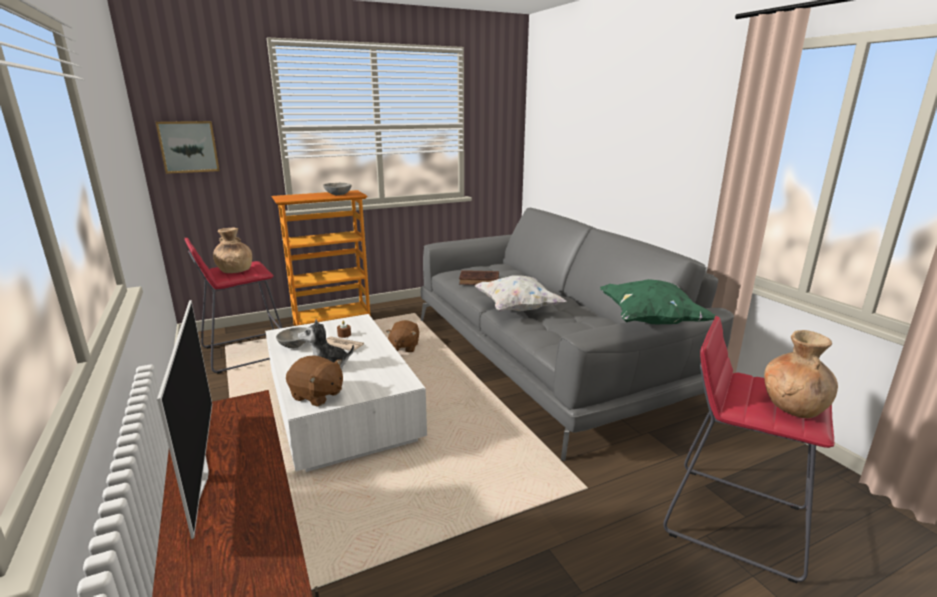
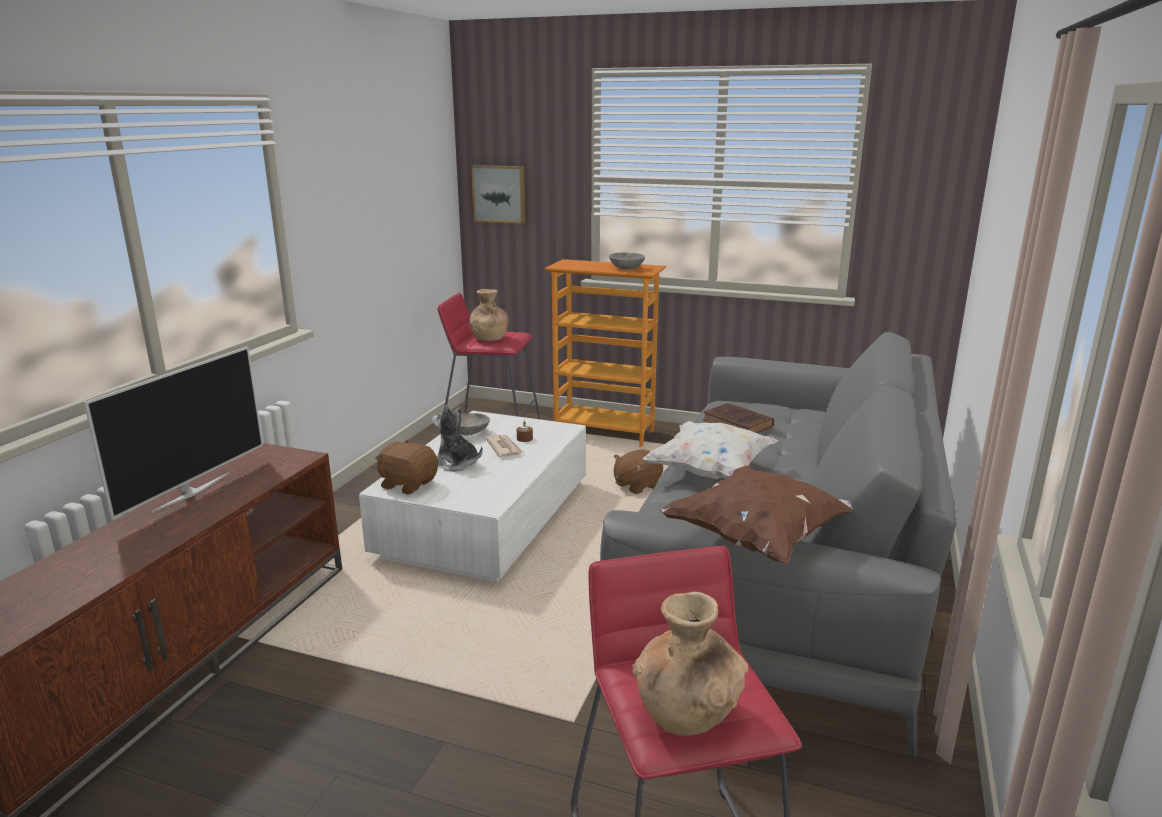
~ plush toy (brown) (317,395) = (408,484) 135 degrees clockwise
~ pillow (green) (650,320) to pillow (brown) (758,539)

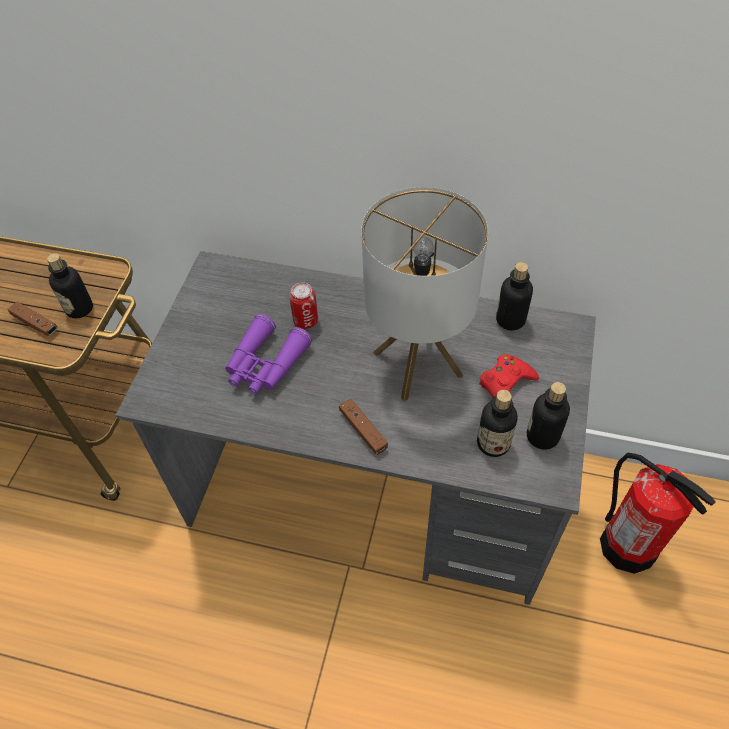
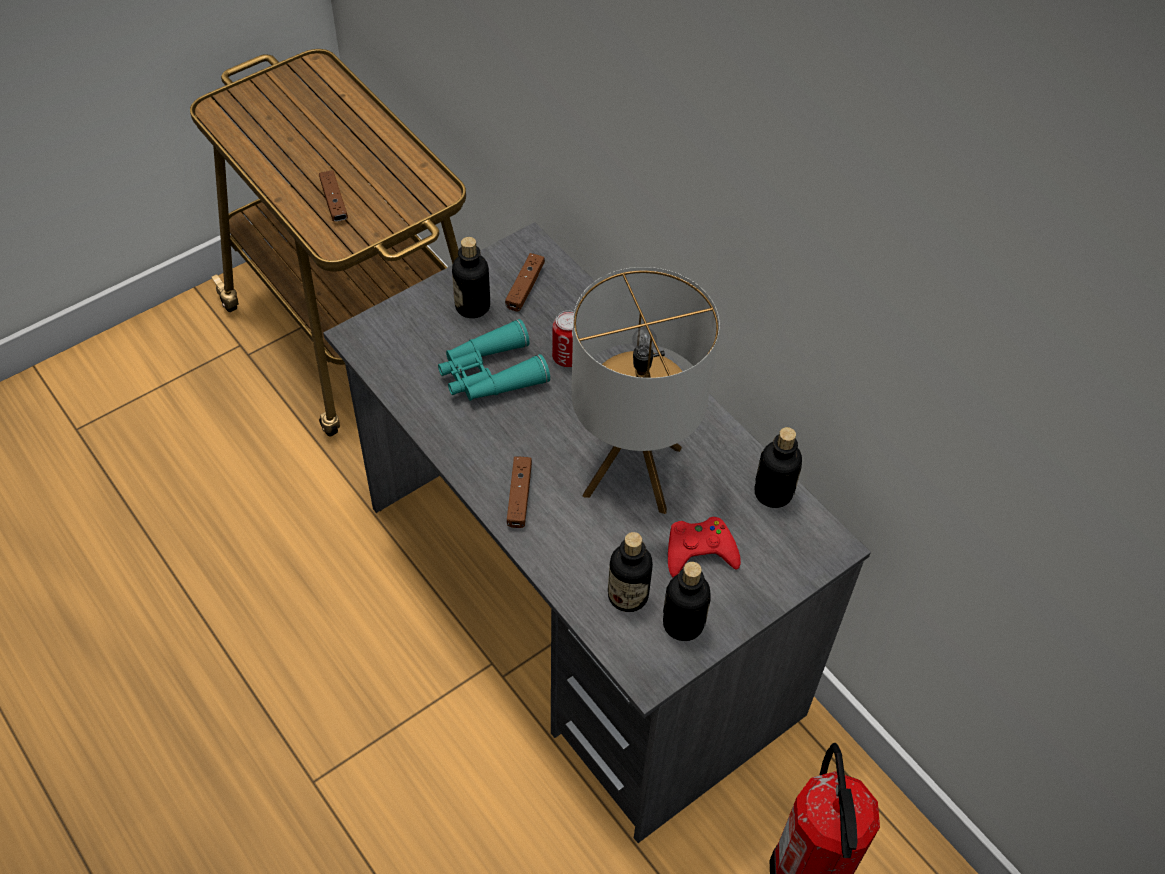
~ binoculars (purple) (265,364) to binoculars (turquoise) (490,374)
~ bottle (79,308) to (472,306)
+ game controller (brown) (525,287)

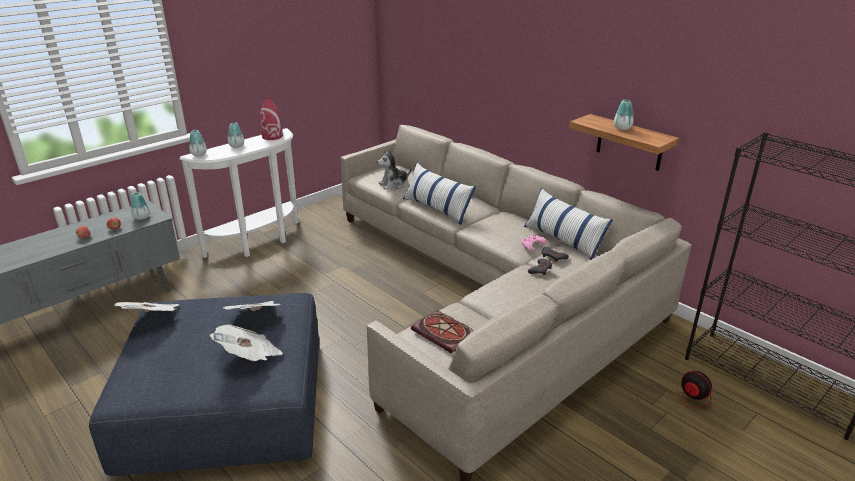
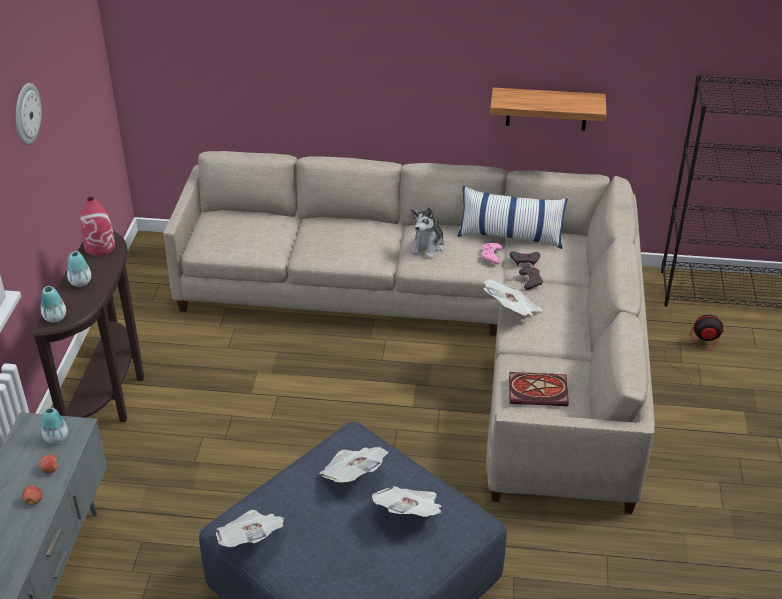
+ wall clock (26,113)
~ console table (white) (259,243) to console table (brown) (112,396)
~ plush toy (394,184) to (428,247)
+ newspaper (512,310)
- pillow (437,208)
- vase (622,128)

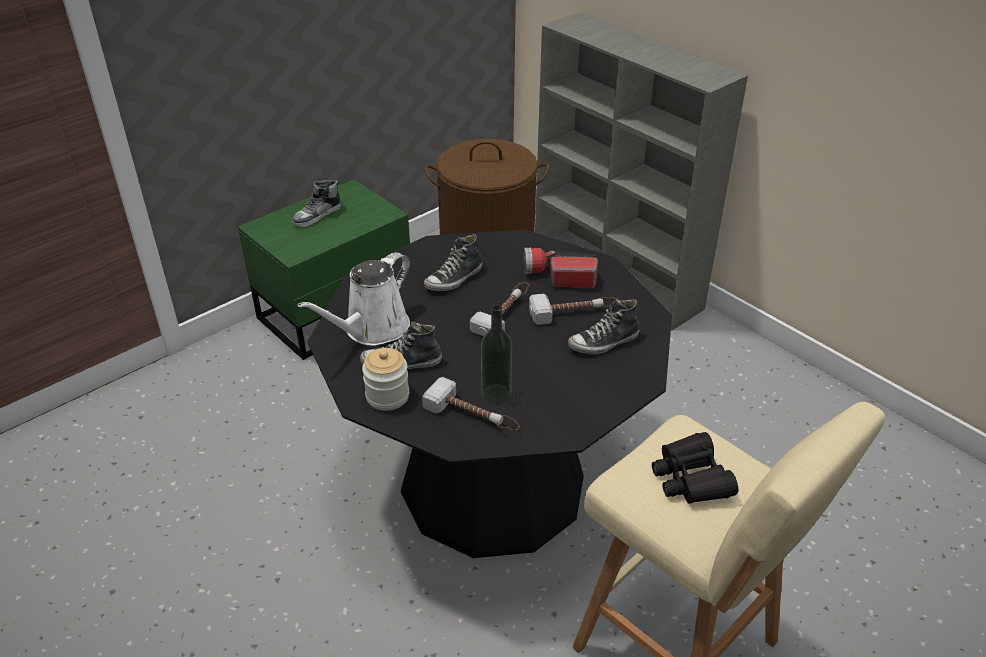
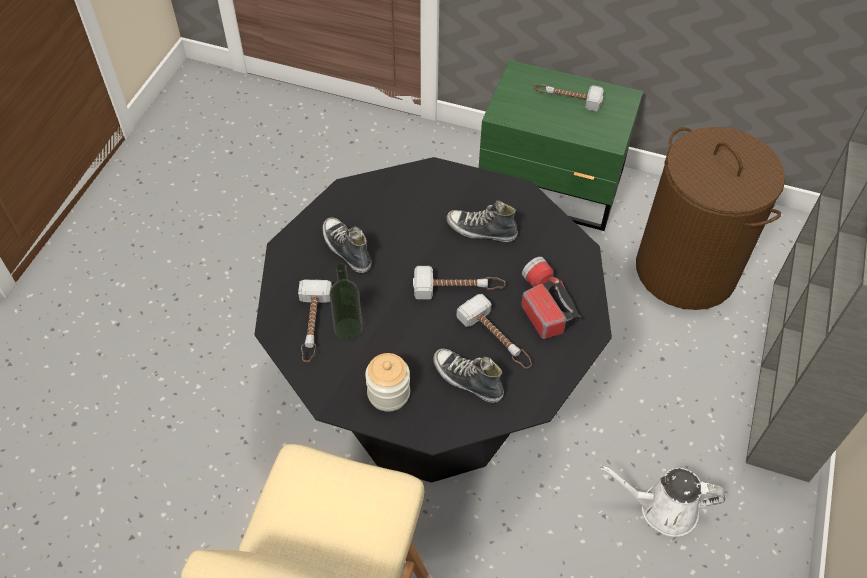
~ jar (387,396) to (388,393)
~ shoe (317,215) to hammer (566,98)
~ watering can (white) (372,329) to (662,509)
- binoculars (black) (691,478)

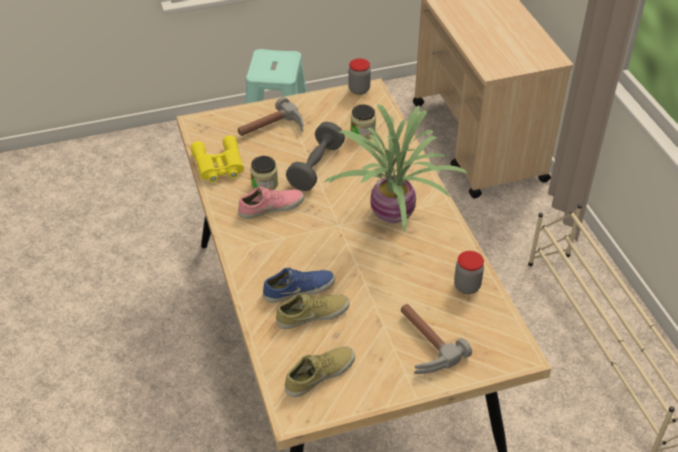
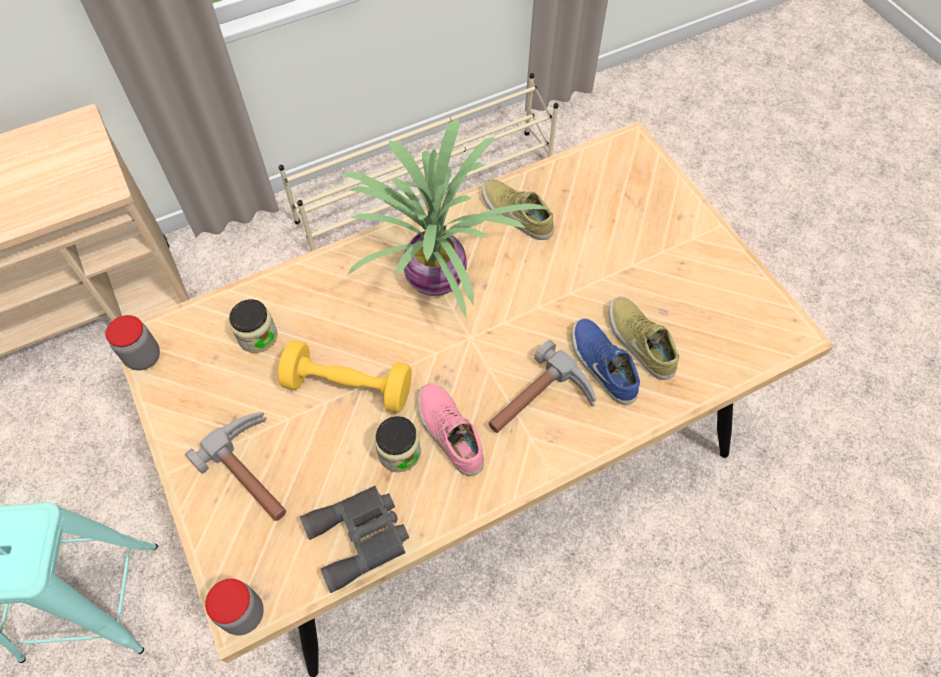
~ jar (467,286) to (243,614)
~ dumbbell (grey) (316,167) to dumbbell (yellow) (348,387)
~ binoculars (yellow) (218,165) to binoculars (grey) (361,537)
~ shoe (beige) (319,373) to (515,214)
~ hammer (421,344) to (540,406)

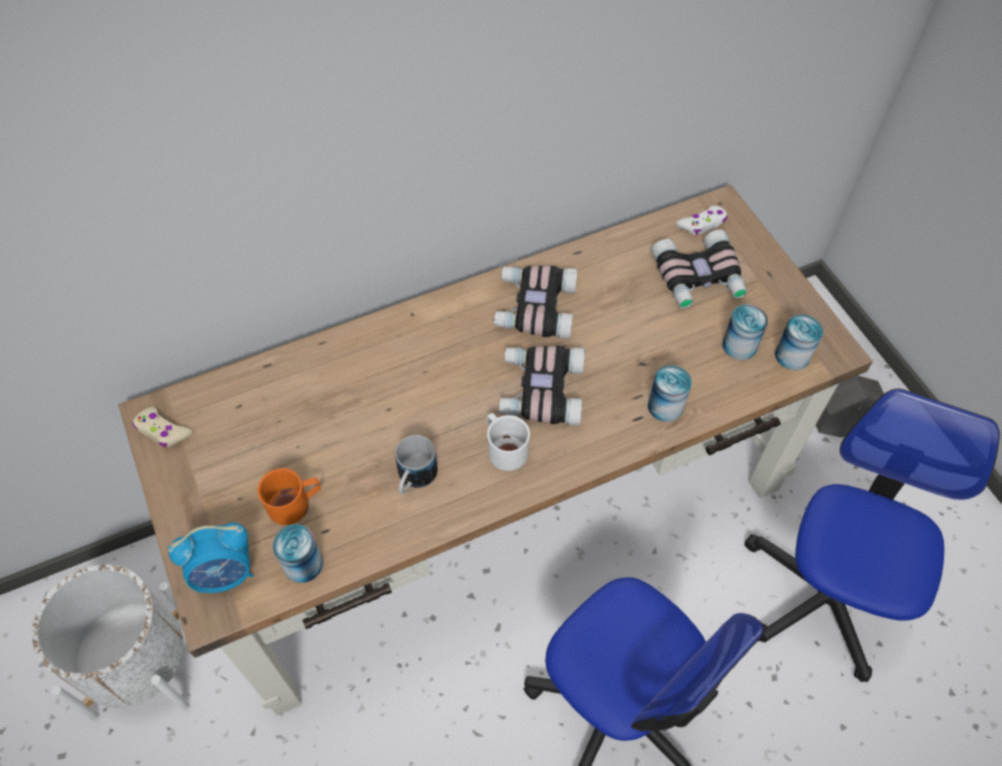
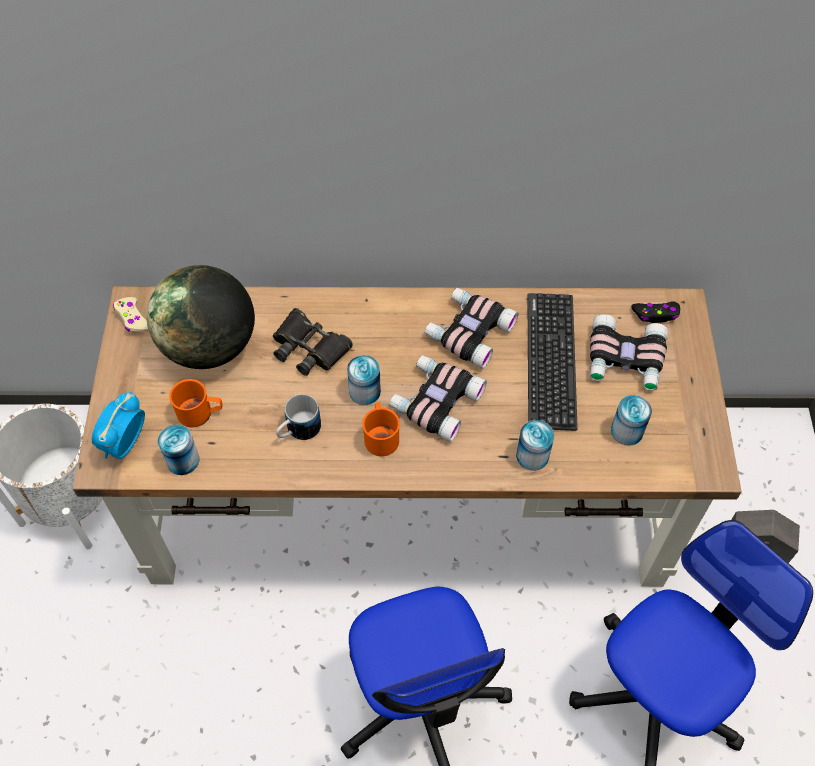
~ alarm clock (225,573) = (124,443) 105 degrees clockwise
+ globe (209,347)
+ binoculars (black) (309,347)
~ can (792,355) to (364,391)
~ mug (white) (504,448) to mug (orange) (381,435)
+ keyboard (551,360)
~ game controller (white) (702,224) to game controller (black) (656,315)

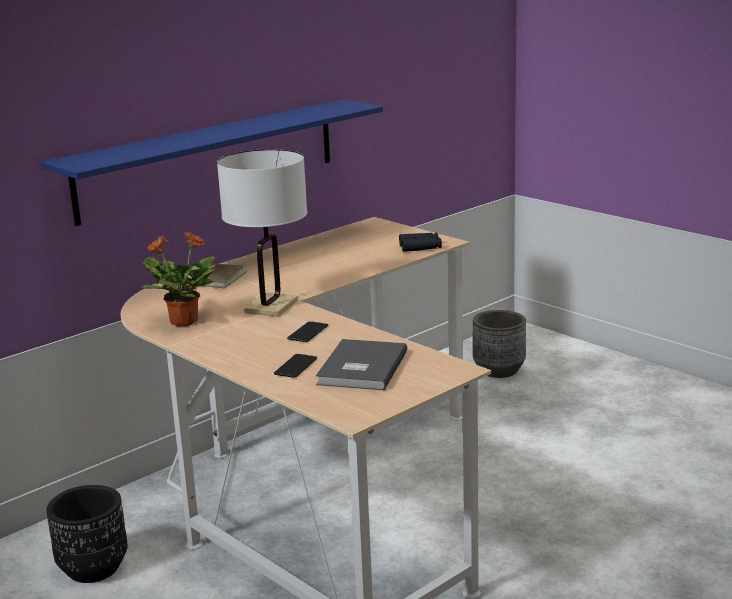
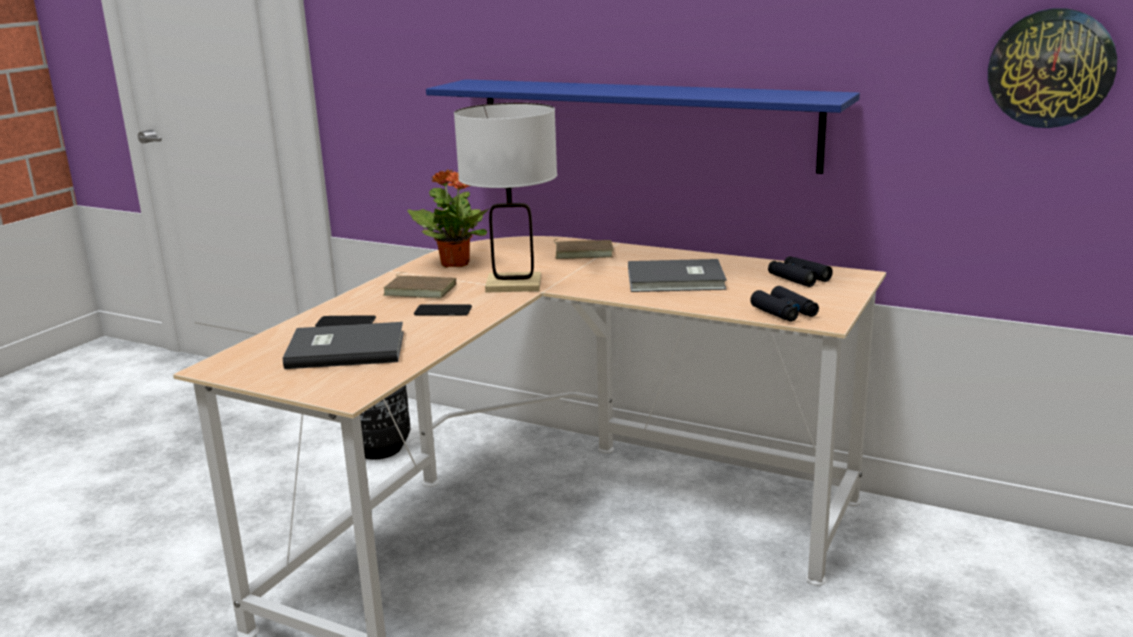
+ book (brown) (421,290)
+ book (grey) (677,280)
+ binoculars (black) (798,278)
+ wall clock (1051,68)
- planter (grey) (499,370)

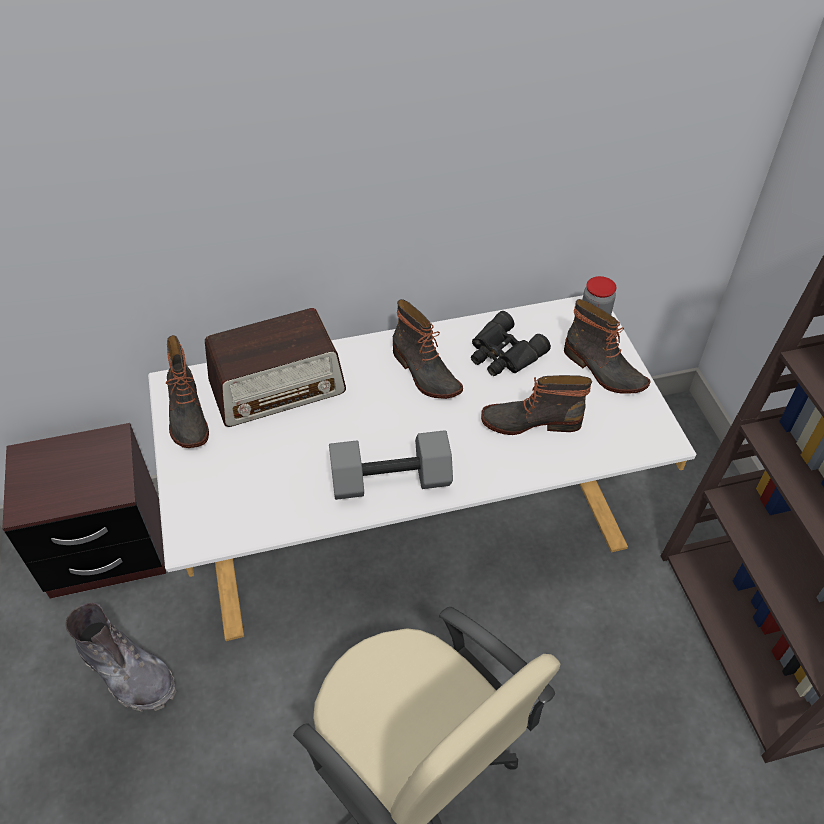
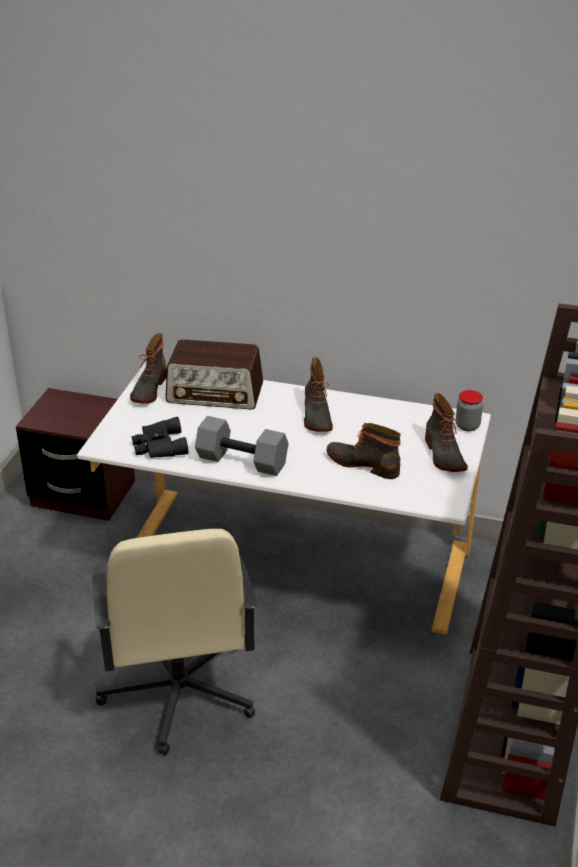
~ binoculars (black) (503,354) to (159,446)
- boot (grey) (128,673)

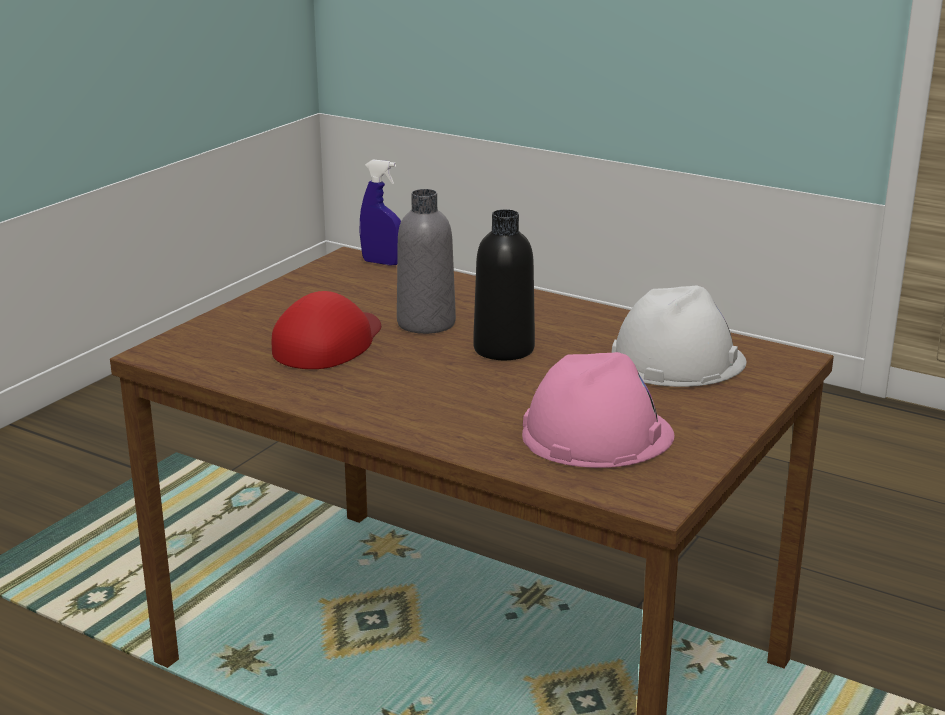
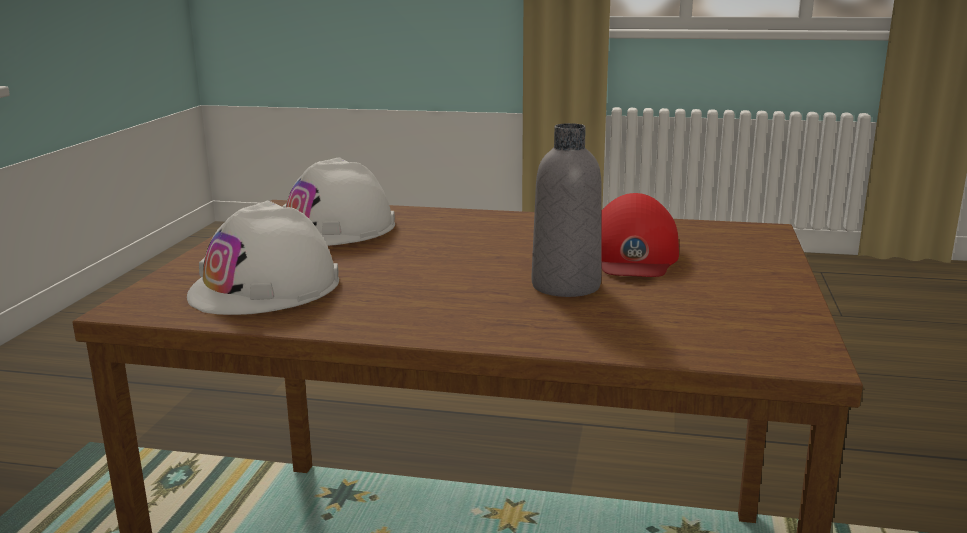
~ hard hat (pink) (597,434) to hard hat (white) (335,229)
- spray bottle (blue) (382,262)
- bottle (black) (504,349)

